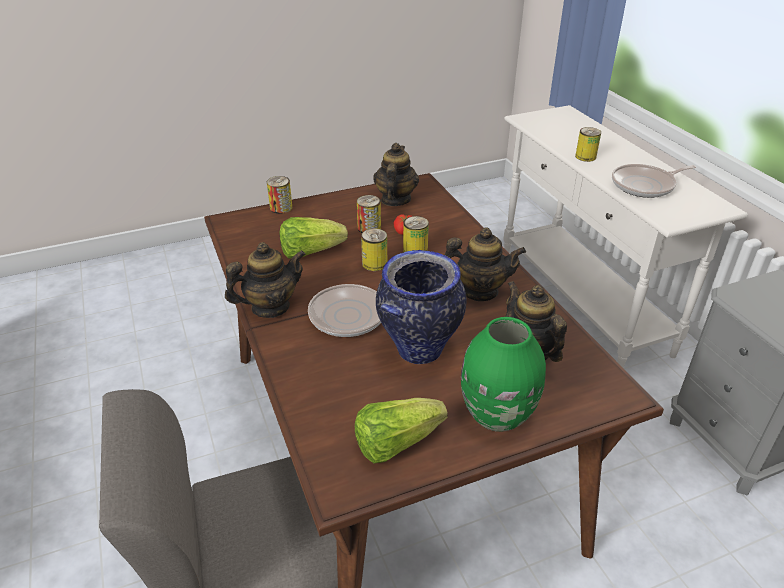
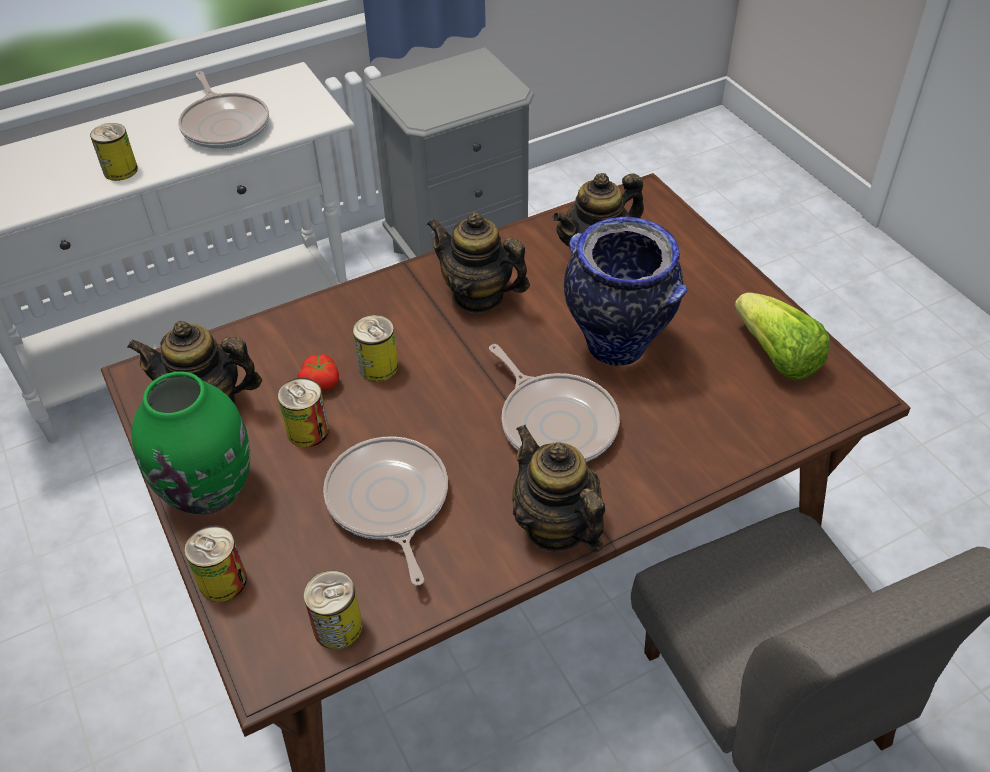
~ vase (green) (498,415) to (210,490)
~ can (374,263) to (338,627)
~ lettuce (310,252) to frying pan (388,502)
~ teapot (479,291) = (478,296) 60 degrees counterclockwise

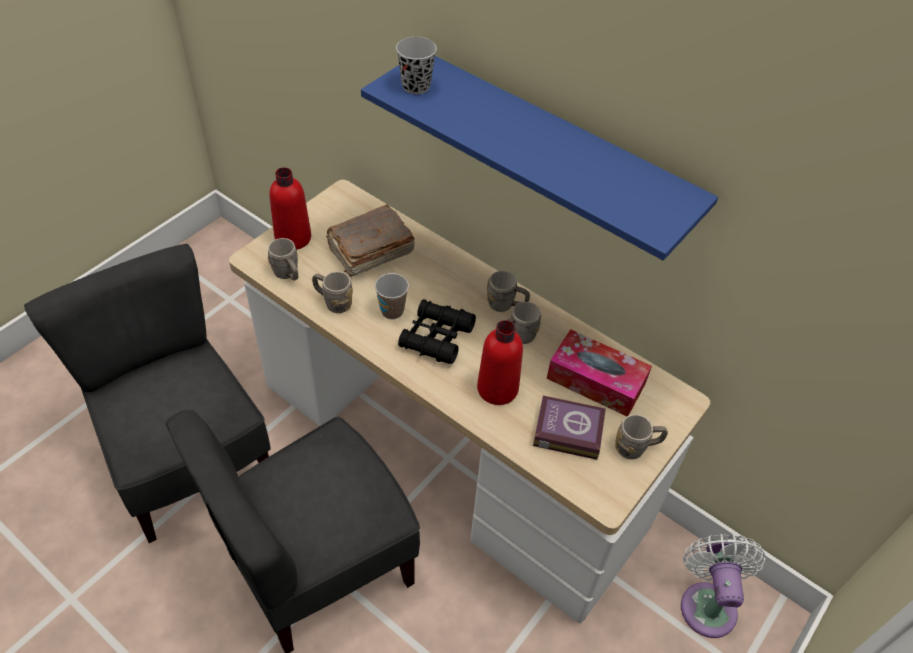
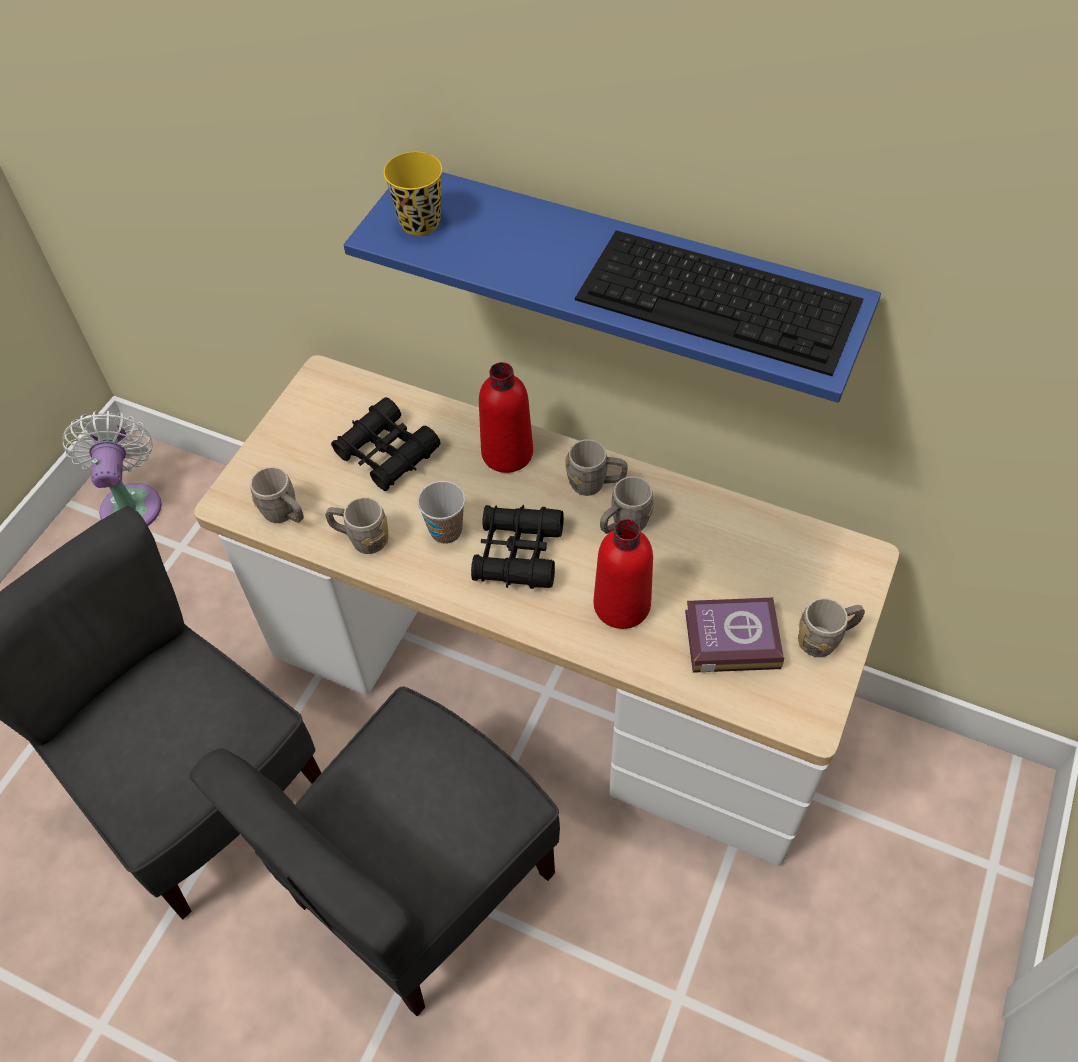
~ fan (white) (707,603) to (131,502)
~ book (brown) (369,252) to binoculars (black) (387,453)
~ cup (black) (416,86) to cup (yellow) (420,222)
~ bottle (red) (293,238) to (507,453)
+ keyboard (721,300)
- tissue box (596,381)

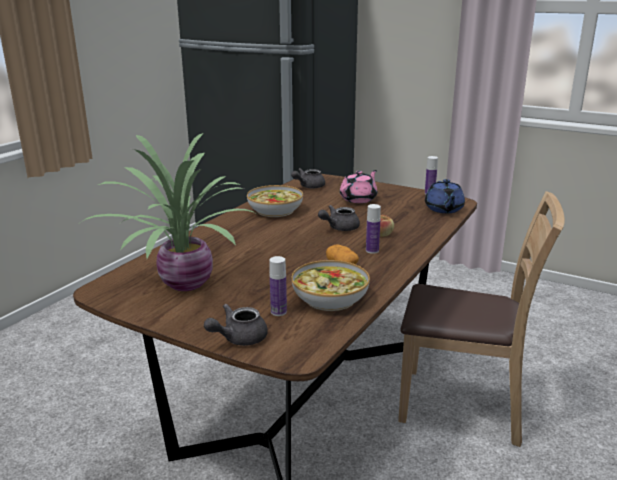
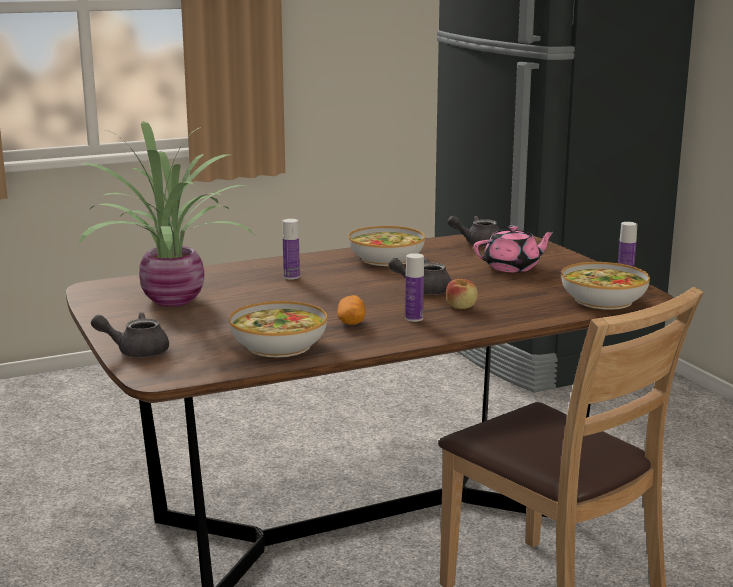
~ bottle (278,312) to (291,277)
~ teapot (blue) (444,209) to bowl (603,300)

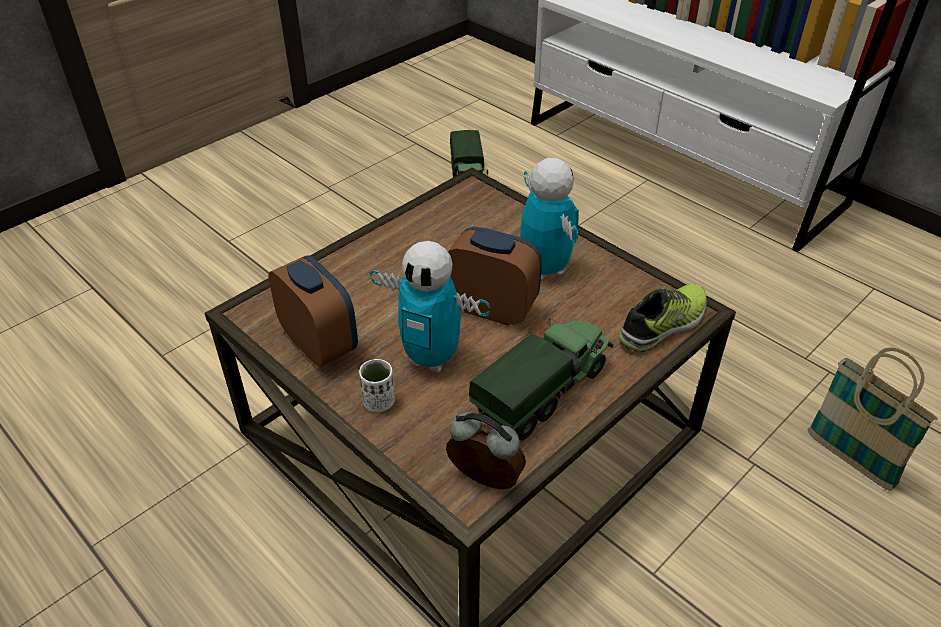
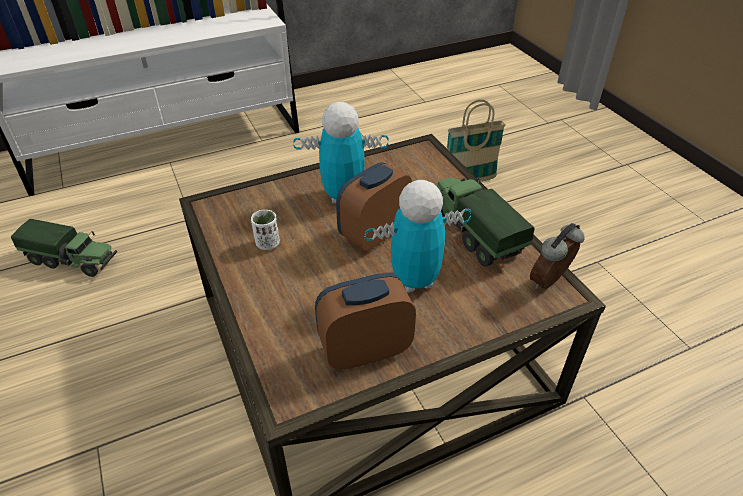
~ cup (white) (379,402) to (267,244)
~ toy robot (431,358) = (414,281) 150 degrees counterclockwise
- shoe (664,325)

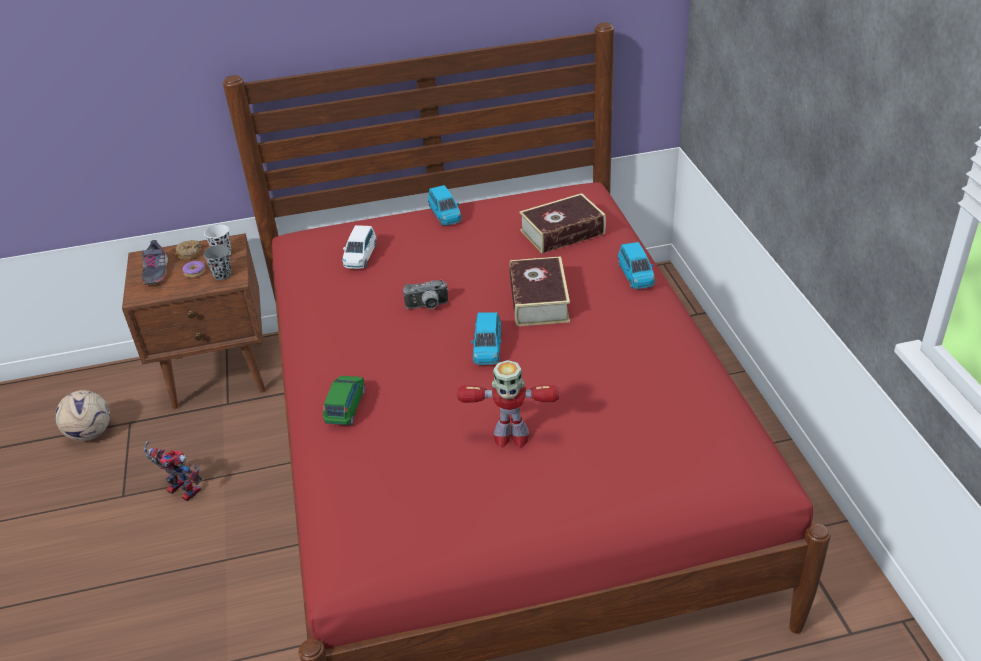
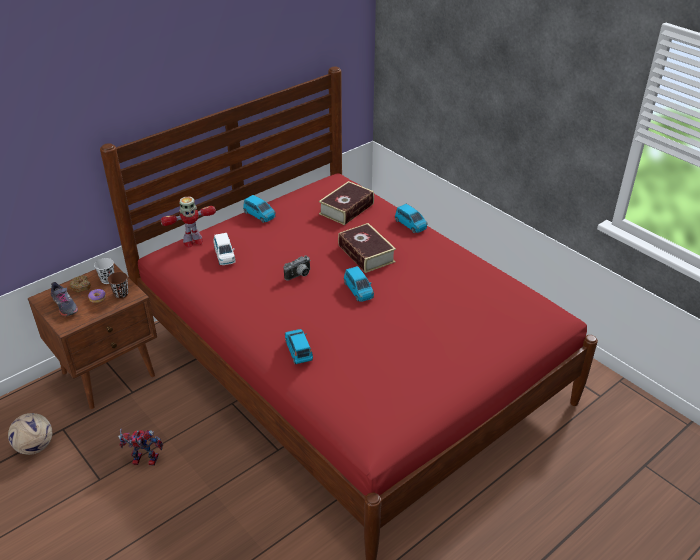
~ cup (grey) (222,275) to cup (brown) (121,294)
~ toy robot (510,437) to (192,242)
~ toy car (green) (346,406) to toy car (blue) (298,351)

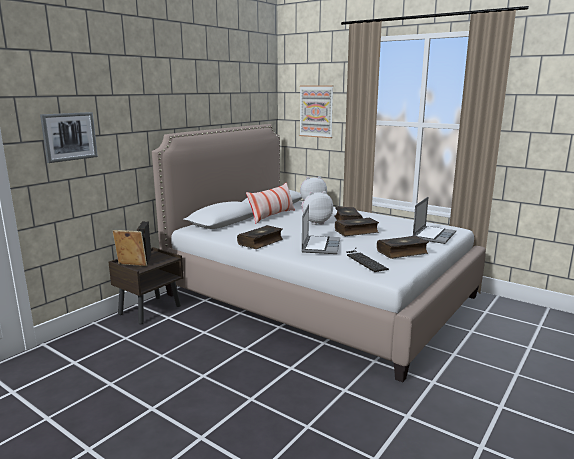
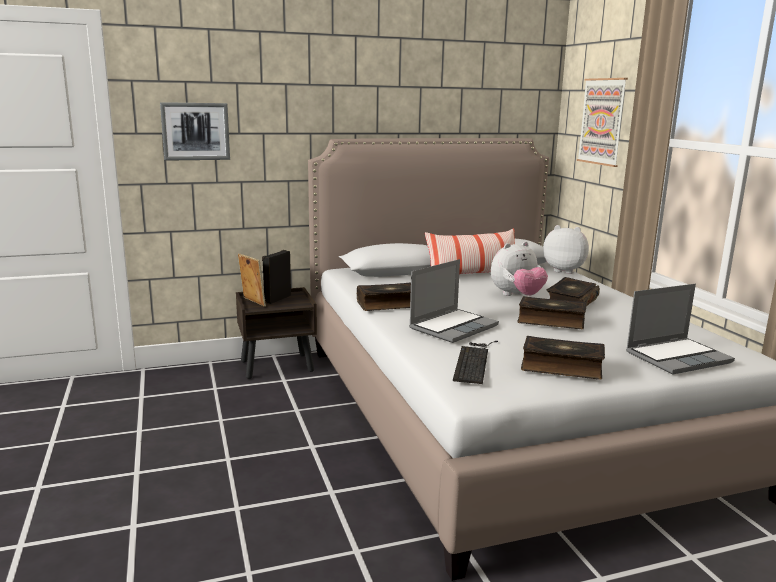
~ plush toy (316,222) = (516,296) 135 degrees clockwise

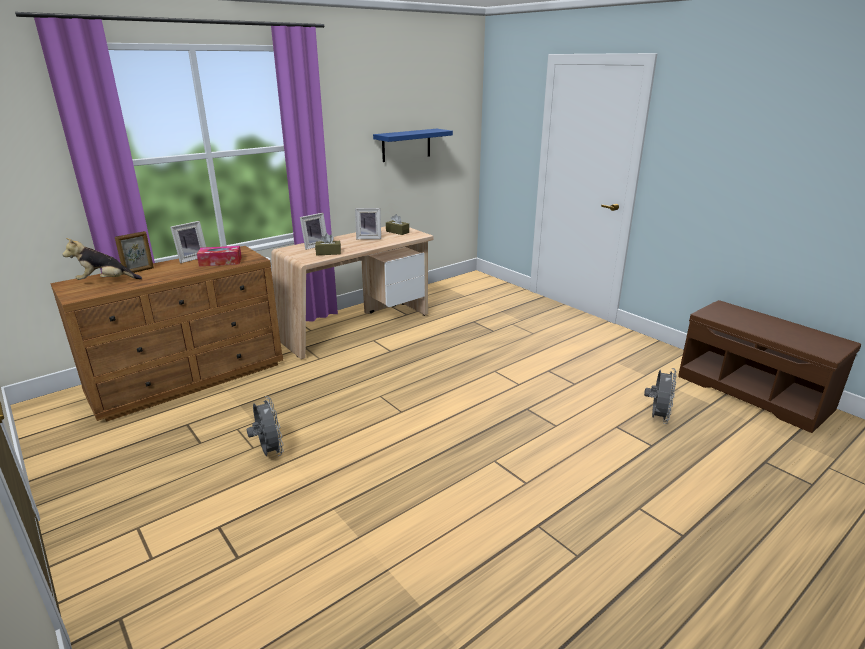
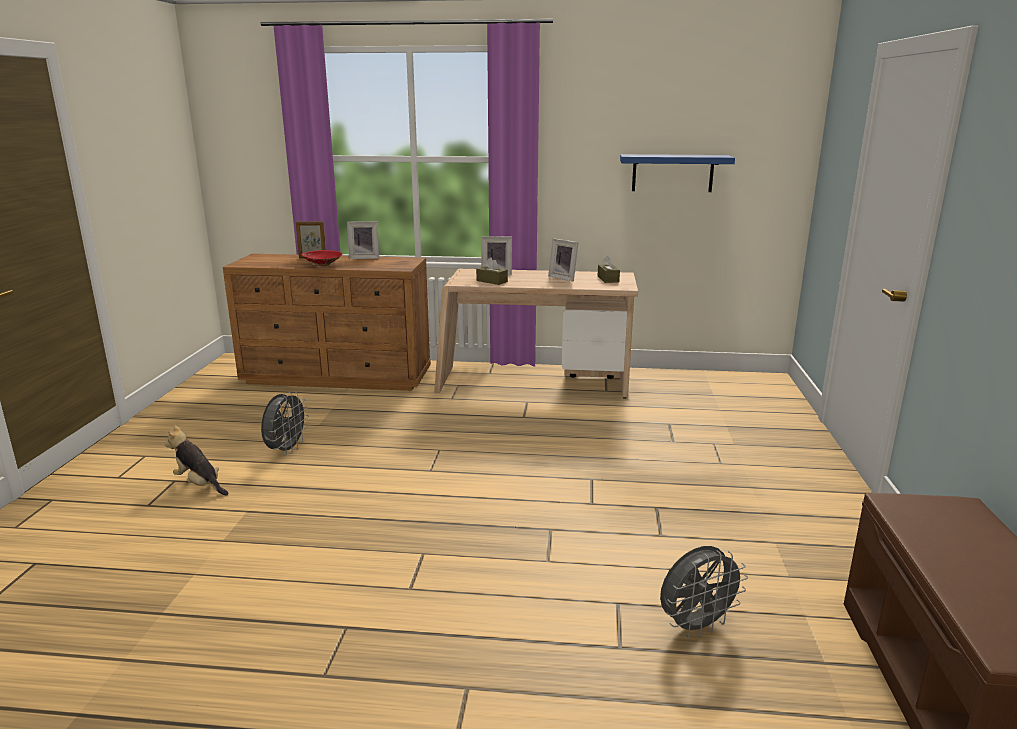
~ plush toy (106,281) to (199,484)
+ bowl (red) (323,265)
- tissue box (220,262)

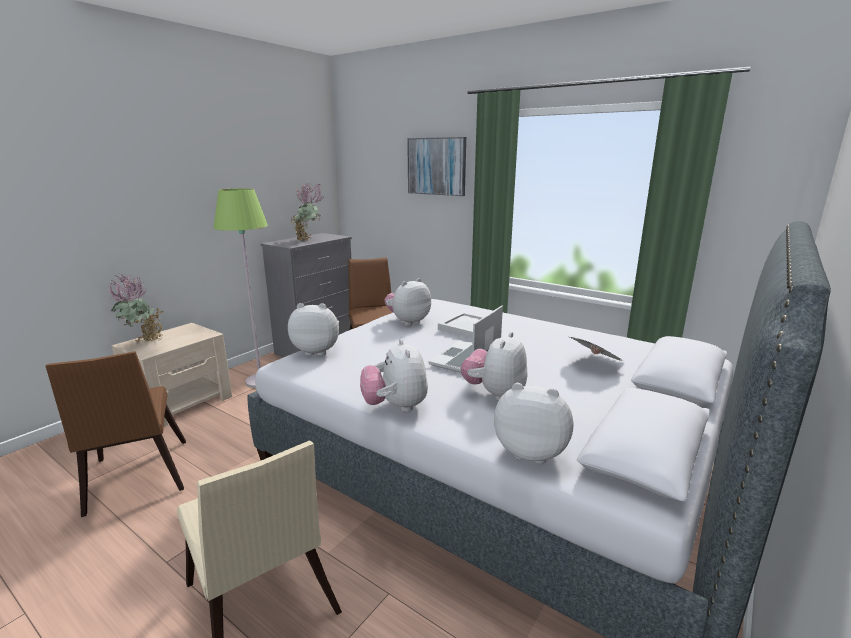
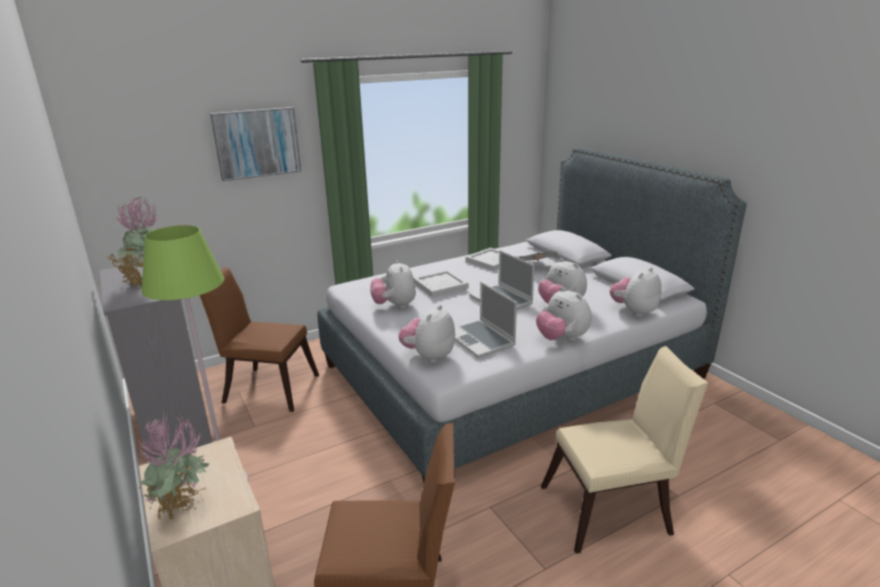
+ laptop (481,340)
+ tray (white) (491,261)
~ plush toy (395,407) = (562,339) 45 degrees clockwise

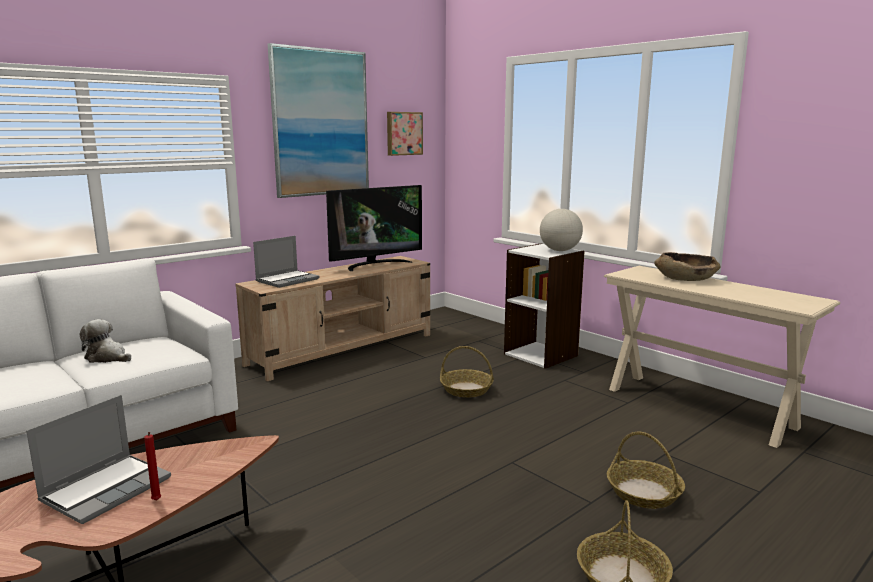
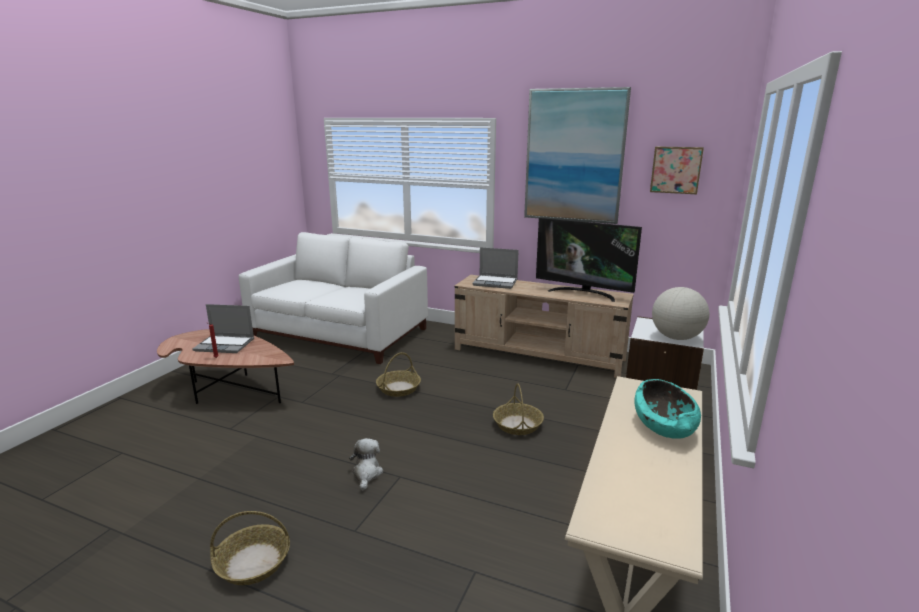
~ plush toy (107,358) to (366,474)
~ basket (643,492) to (398,388)
~ bowl (brown) (685,279) to bowl (turquoise) (664,426)

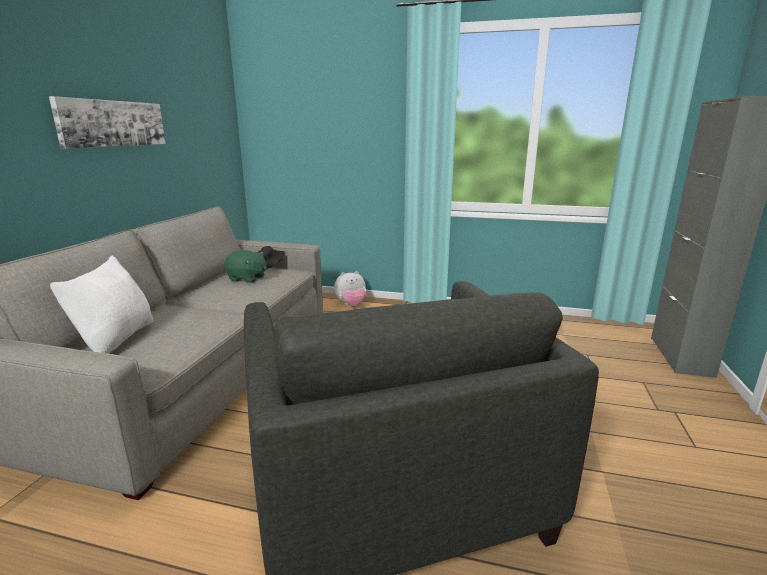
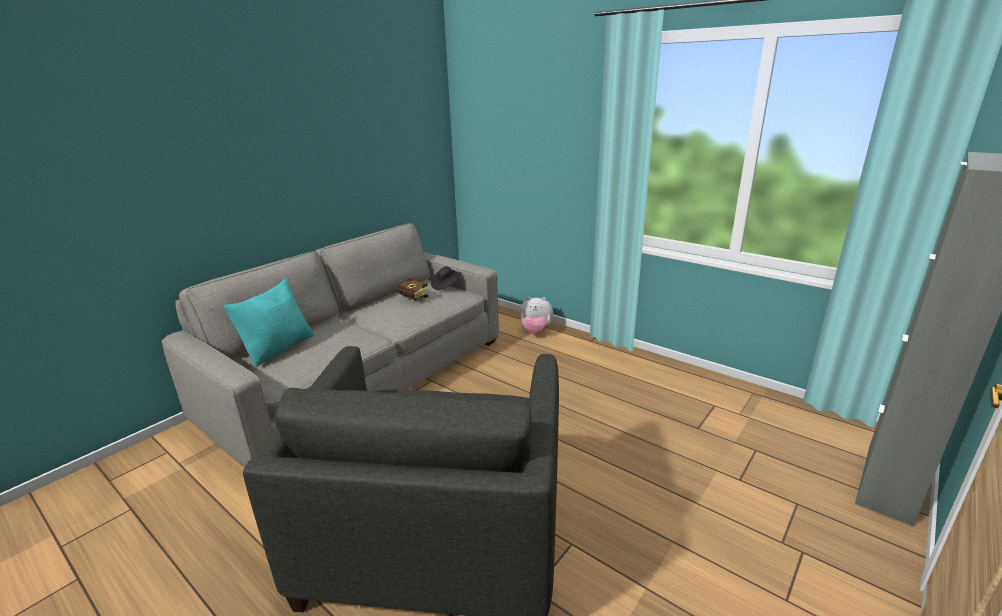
~ pillow (white) (117,339) to pillow (turquoise) (279,348)
~ plush toy (green) (247,278) to book (415,299)
- picture (113,123)

